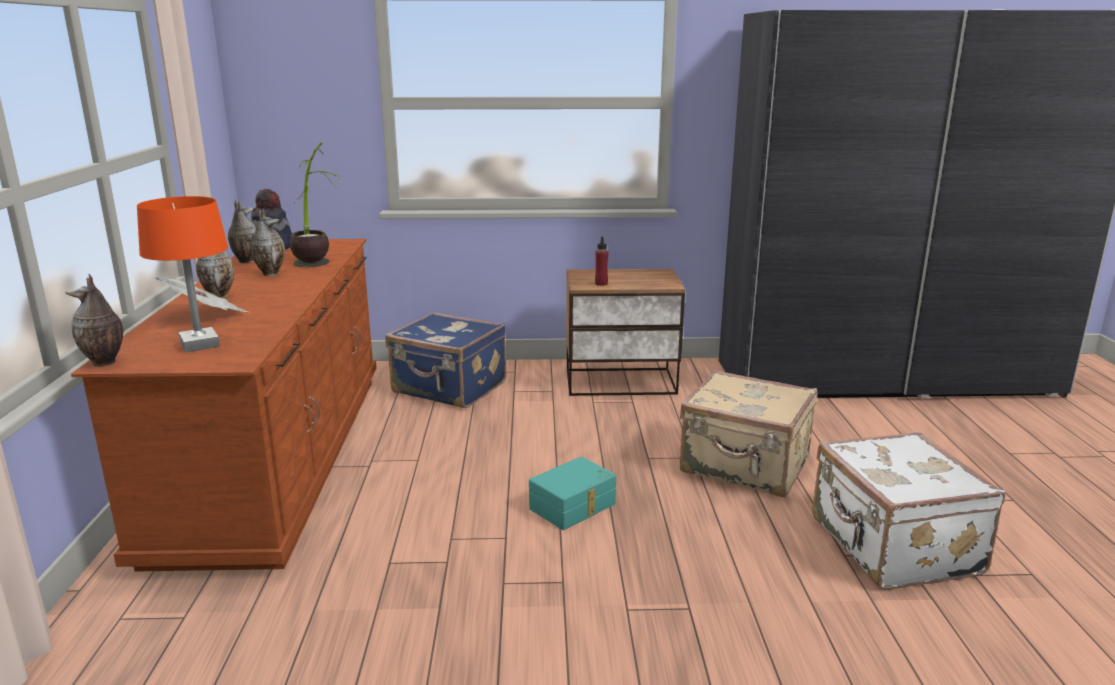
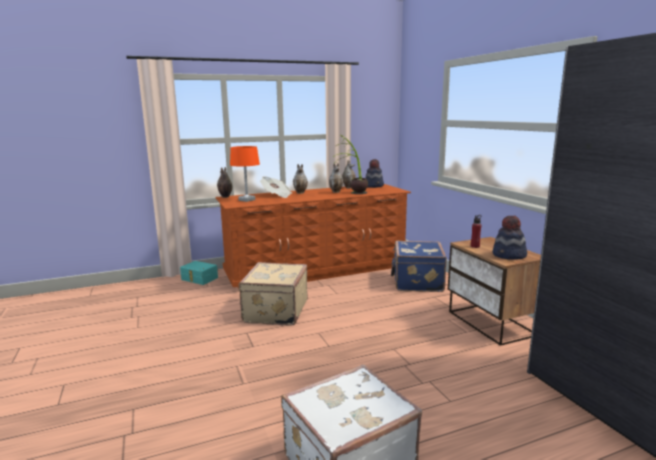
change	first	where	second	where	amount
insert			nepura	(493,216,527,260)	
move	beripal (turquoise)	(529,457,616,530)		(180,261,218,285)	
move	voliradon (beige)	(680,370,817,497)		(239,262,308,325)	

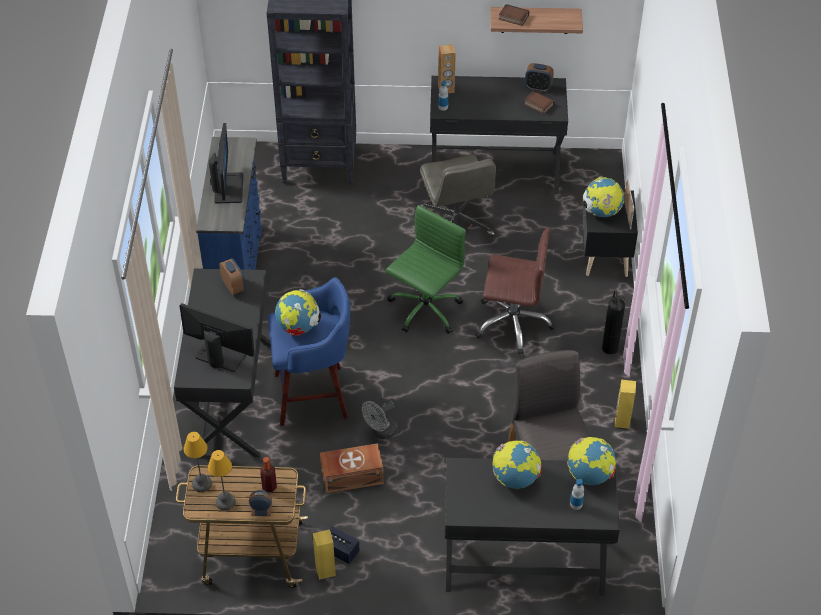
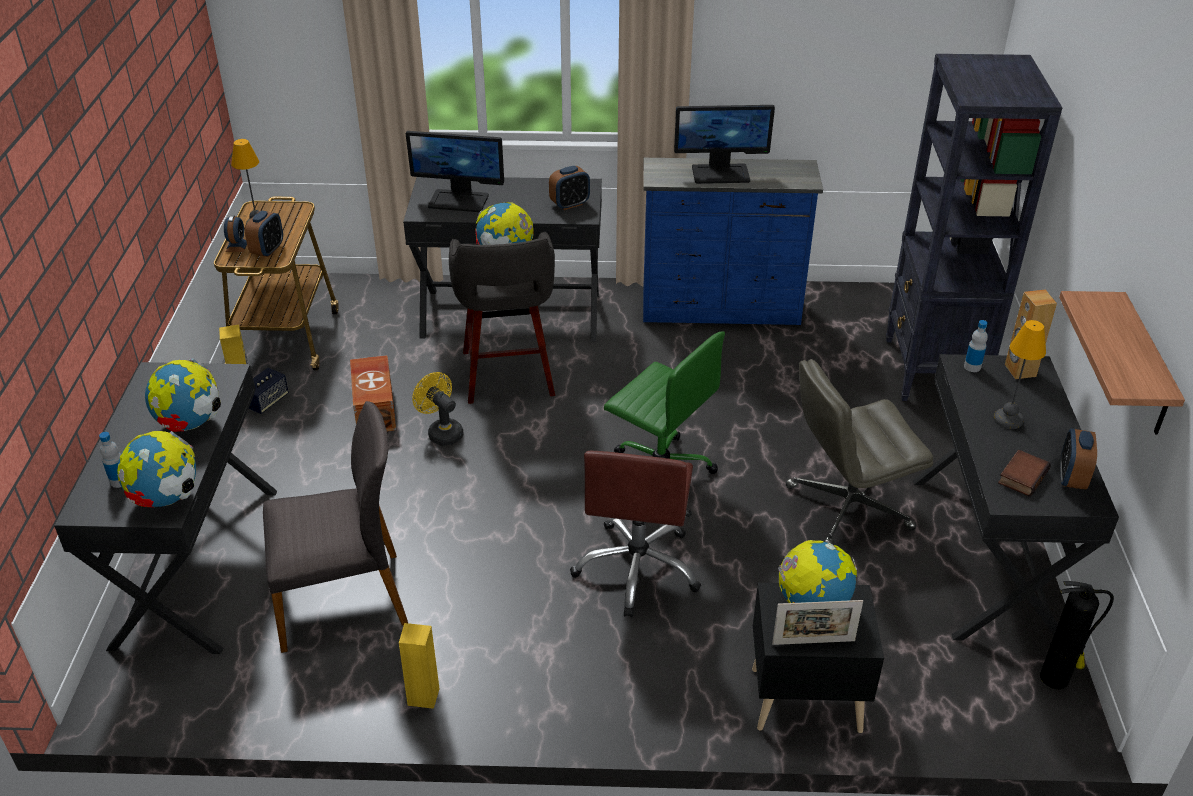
change	first	where	second	where	amount
delete	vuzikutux	(499,4,529,26)			
move	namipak	(184,432,212,492)		(993,320,1046,429)	
move	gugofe	(602,290,625,354)		(1040,581,1114,690)	
replace	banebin	(260,457,277,492)	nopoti	(245,211,283,257)	
recolor	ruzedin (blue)	(268,277,350,426)	ruzedin (grey)	(449,232,555,404)	
recolor	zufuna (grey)	(362,400,398,439)	zufuna (yellow)	(412,372,463,446)	
rotate	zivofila	(180,303,254,372)		(406,131,504,212)	75 degrees clockwise

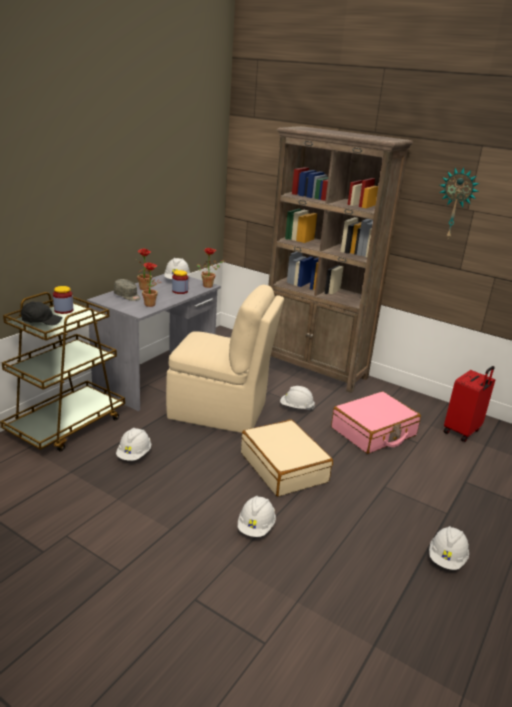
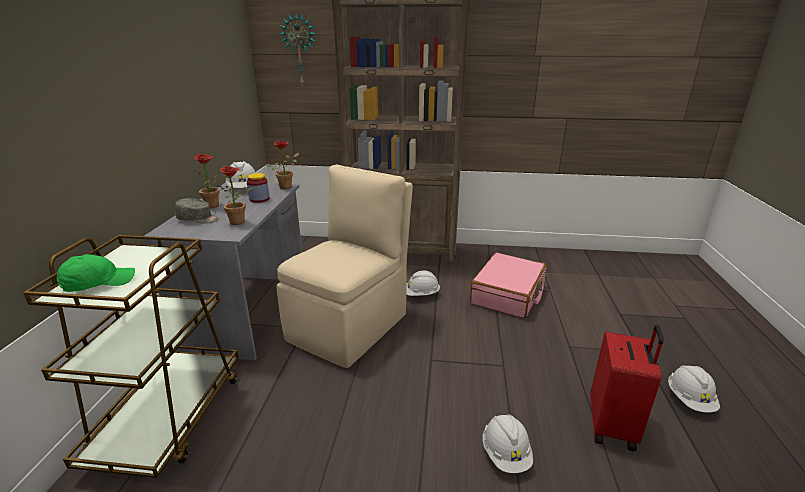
change	first	where	second	where	amount
delete	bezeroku	(53,286,73,314)			
delete	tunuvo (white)	(116,428,151,461)			
delete	voliradon (beige)	(241,420,333,496)			
move	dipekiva	(440,167,479,238)		(280,13,316,87)	
move	voliradon (red)	(443,366,495,442)		(590,325,664,451)	
recolor	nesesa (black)	(21,302,63,325)	nesesa (green)	(57,254,135,292)	
rotate	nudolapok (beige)	(166,285,284,433)		(276,165,413,368)	45 degrees counterclockwise

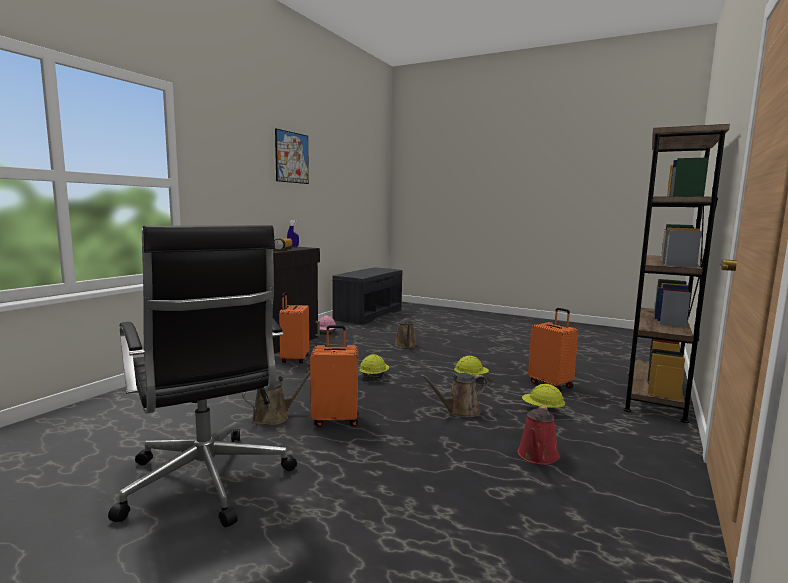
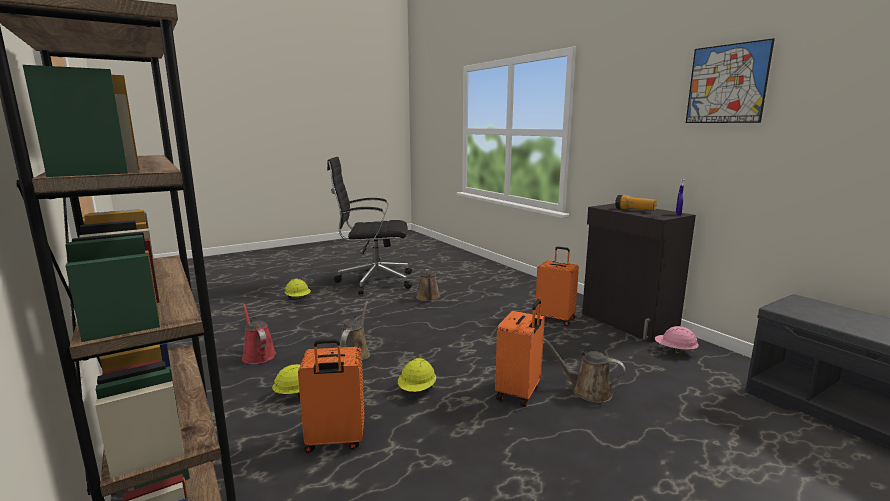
change	first	where	second	where	amount
move	voliradon (orange)	(310,325,359,427)		(495,299,545,407)	
move	tunuvo (yellow)	(359,354,389,378)		(285,279,311,299)	

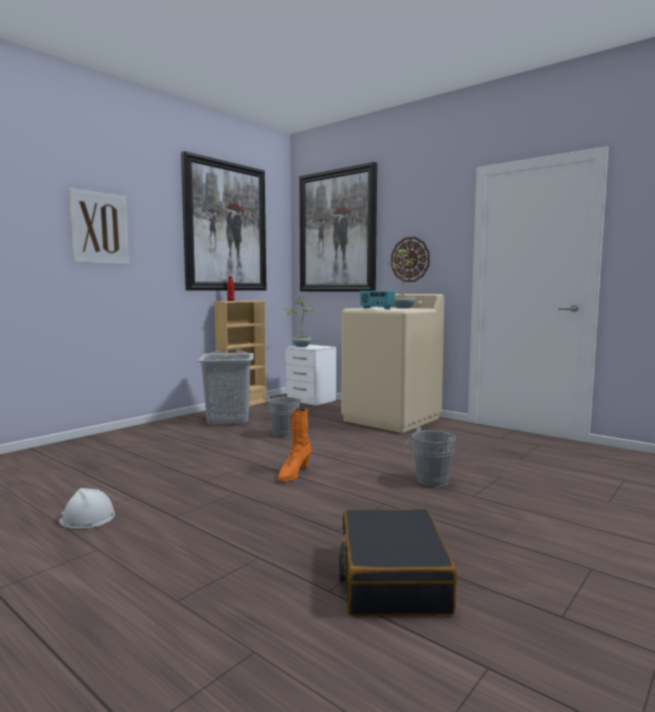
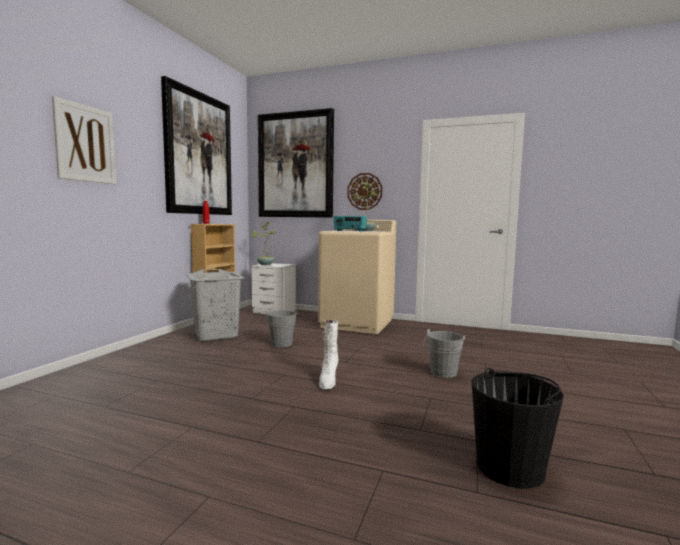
change	first	where	second	where	amount
delete	tunuvo (white)	(59,488,115,529)			
replace	voliradon (black)	(338,509,457,616)	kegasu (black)	(472,368,564,489)	
recolor	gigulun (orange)	(277,408,311,482)	gigulun (white)	(319,320,339,390)	

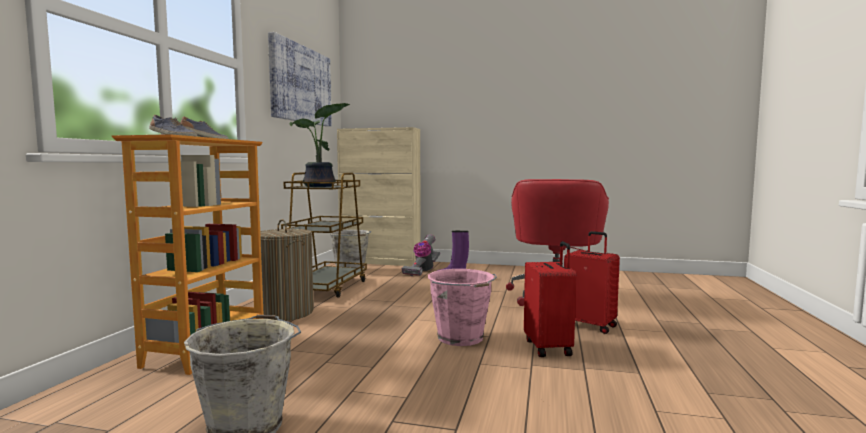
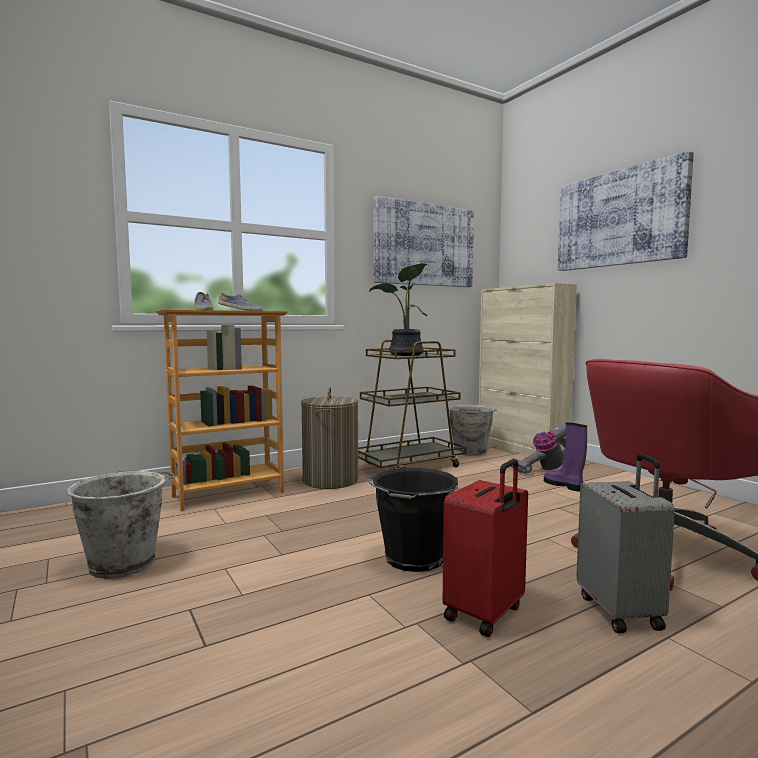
change	first	where	second	where	amount
insert			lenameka	(558,151,694,271)	
recolor	kegasu (pink)	(428,269,497,346)	kegasu (black)	(367,468,459,572)	
recolor	voliradon (red)	(564,231,620,334)	voliradon (grey)	(576,454,675,634)	

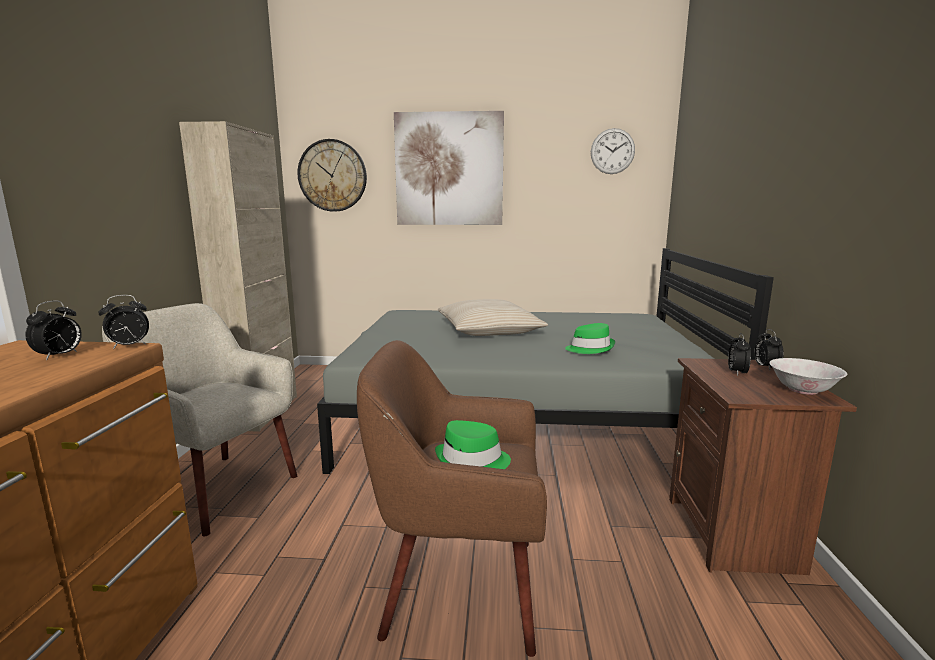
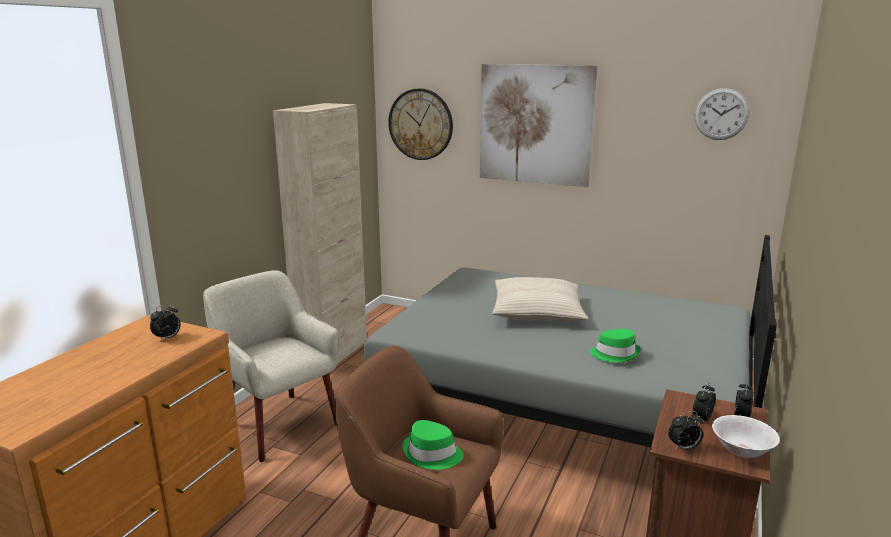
change	first	where	second	where	amount
move	nopoti	(98,295,149,349)		(668,411,704,451)	

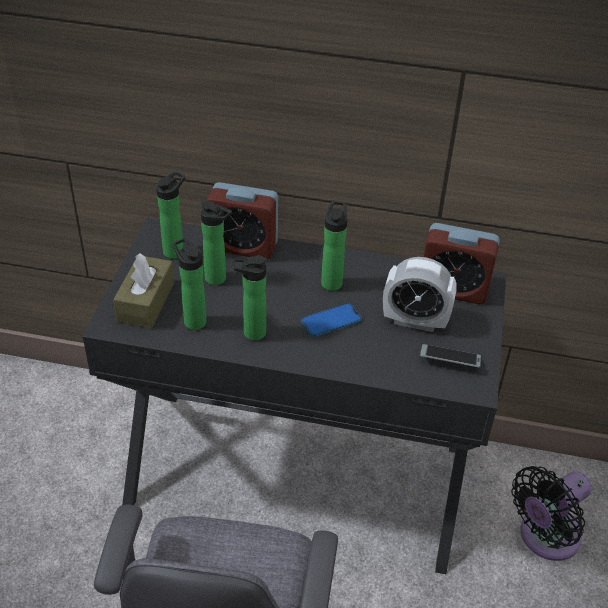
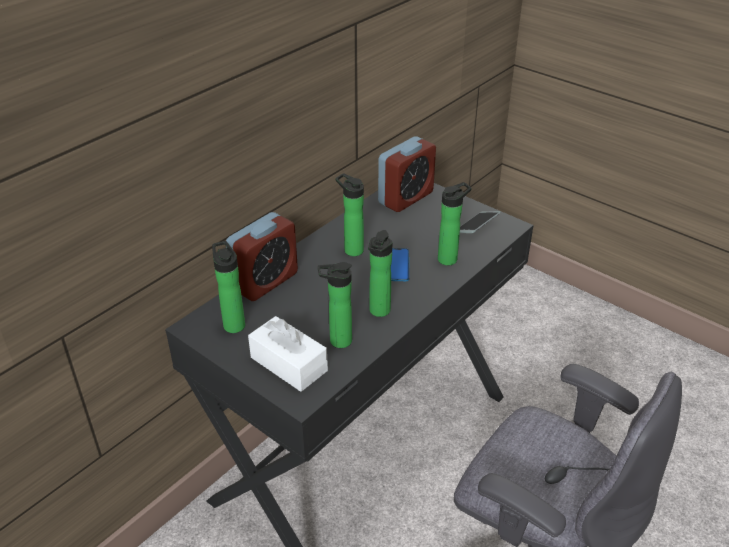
change	first	where	second	where	amount
delete	nopoti	(383,257,457,332)			
delete	zufuna (black)	(511,466,592,561)			
move	banebin	(201,201,232,285)		(438,182,472,266)	
recolor	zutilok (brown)	(113,253,174,328)	zutilok (white)	(248,316,328,392)	

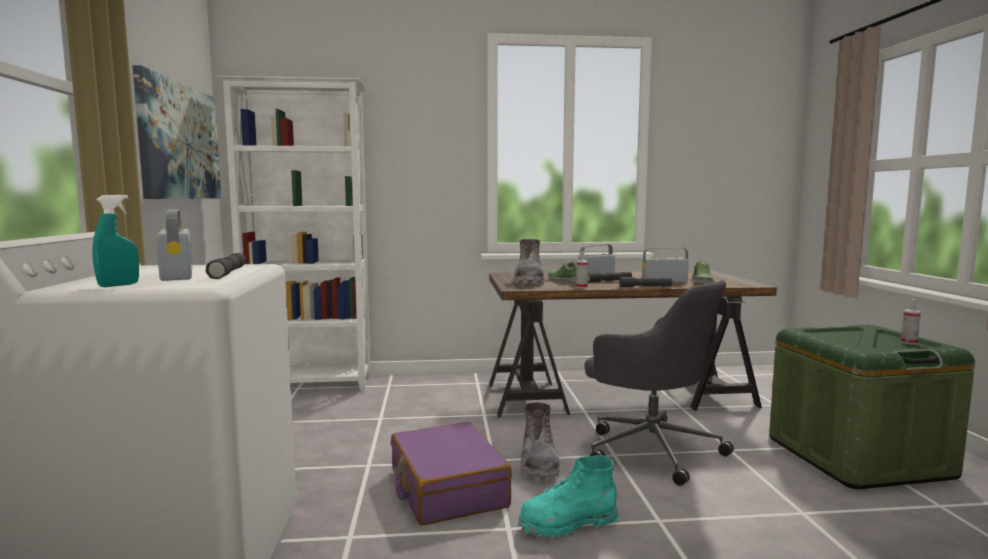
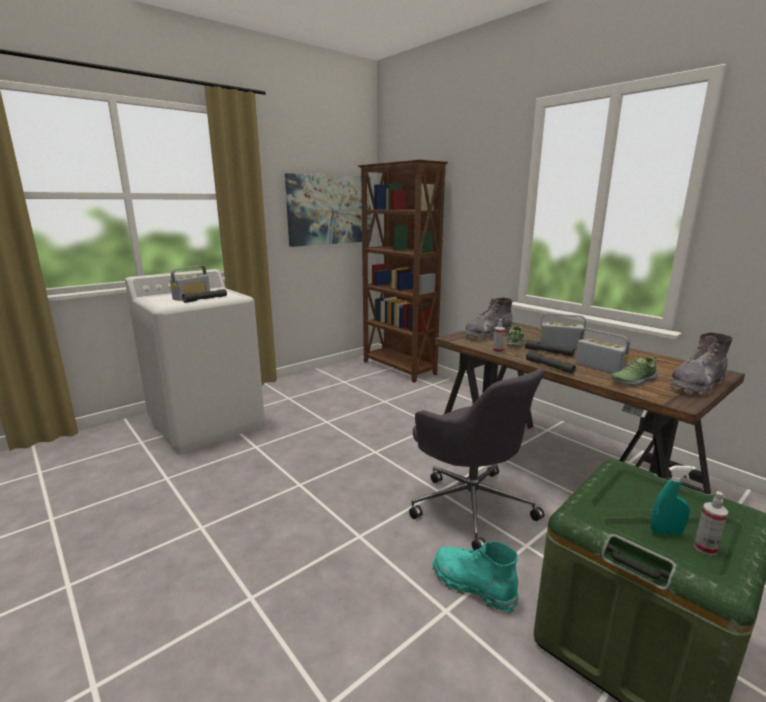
change	first	where	second	where	amount
delete	voliradon (purple)	(391,422,512,526)			
move	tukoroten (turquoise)	(93,195,139,287)		(651,466,696,535)	
move	gigulun (turquoise)	(518,455,619,540)		(433,541,519,614)	
move	gigulun (grey)	(521,402,560,481)		(670,332,733,395)	
recolor	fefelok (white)	(216,76,371,391)	fefelok (brown)	(357,159,448,383)	
rotate	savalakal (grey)	(585,280,734,486)		(409,368,544,551)	45 degrees counterclockwise

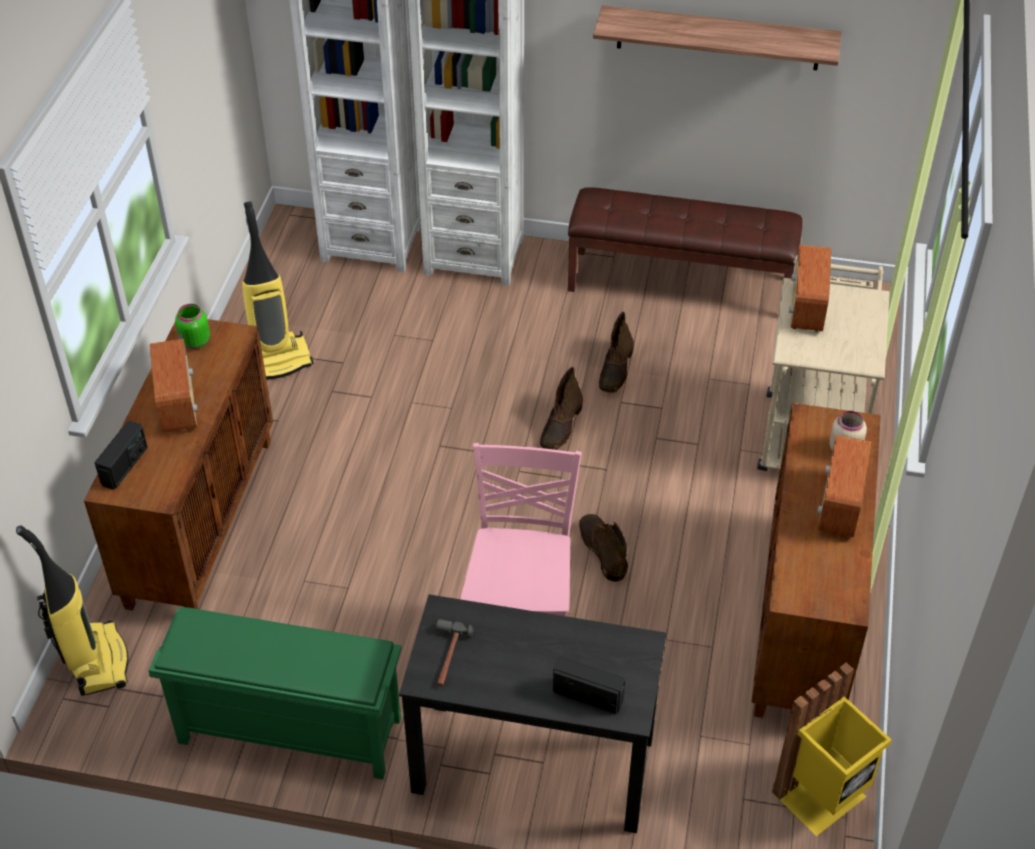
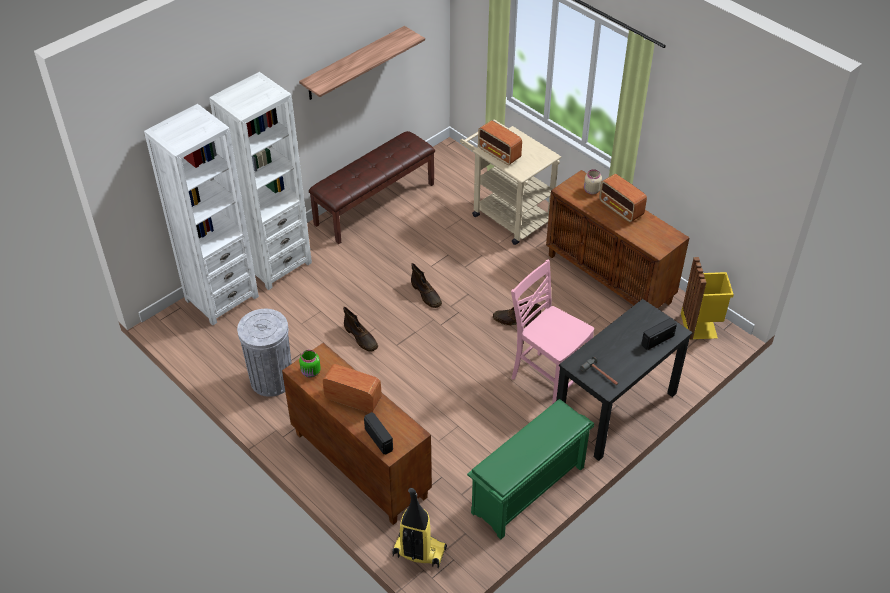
change	first	where	second	where	amount
move	gigulun (brown)	(599,312,634,393)		(343,307,378,352)	
replace	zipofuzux	(242,201,314,379)	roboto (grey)	(237,309,292,397)	

